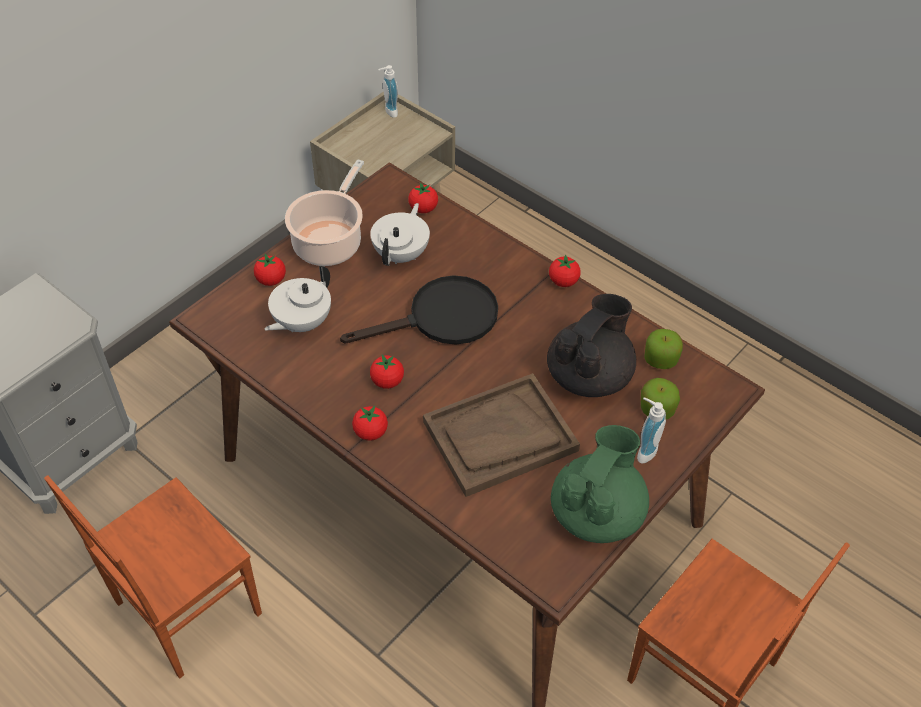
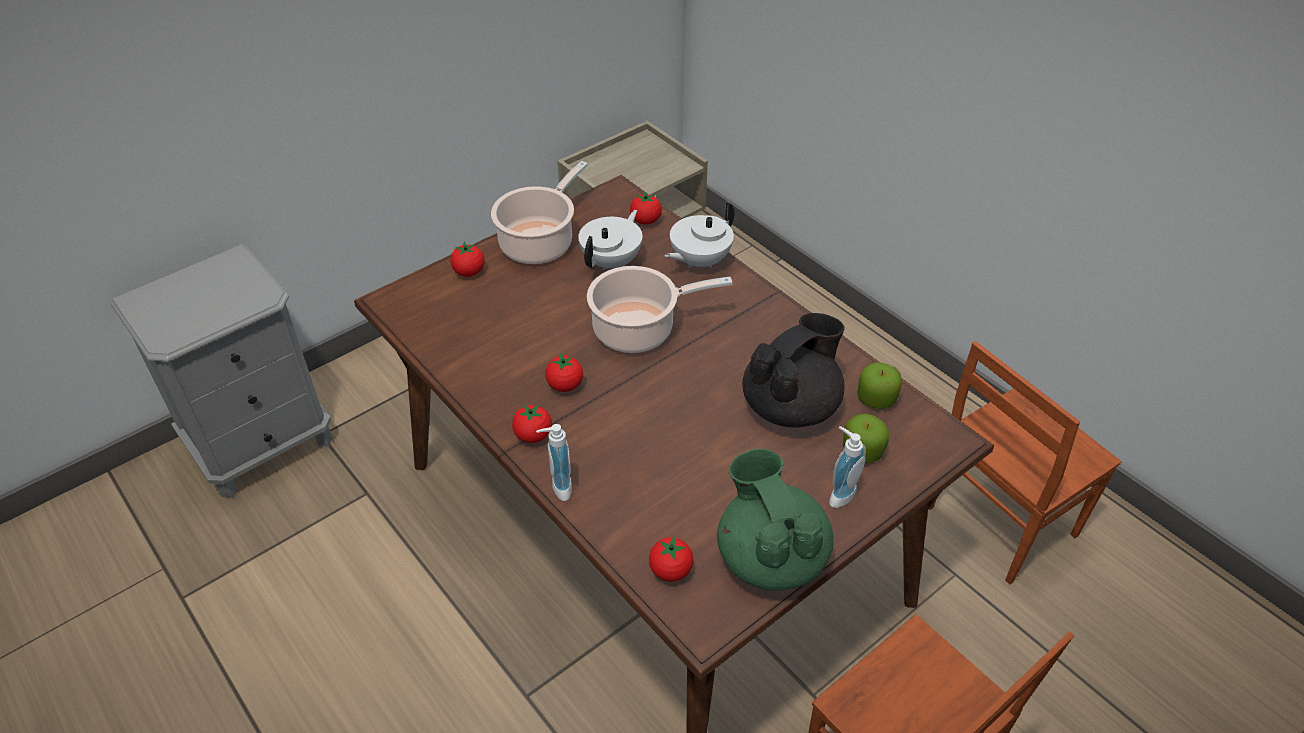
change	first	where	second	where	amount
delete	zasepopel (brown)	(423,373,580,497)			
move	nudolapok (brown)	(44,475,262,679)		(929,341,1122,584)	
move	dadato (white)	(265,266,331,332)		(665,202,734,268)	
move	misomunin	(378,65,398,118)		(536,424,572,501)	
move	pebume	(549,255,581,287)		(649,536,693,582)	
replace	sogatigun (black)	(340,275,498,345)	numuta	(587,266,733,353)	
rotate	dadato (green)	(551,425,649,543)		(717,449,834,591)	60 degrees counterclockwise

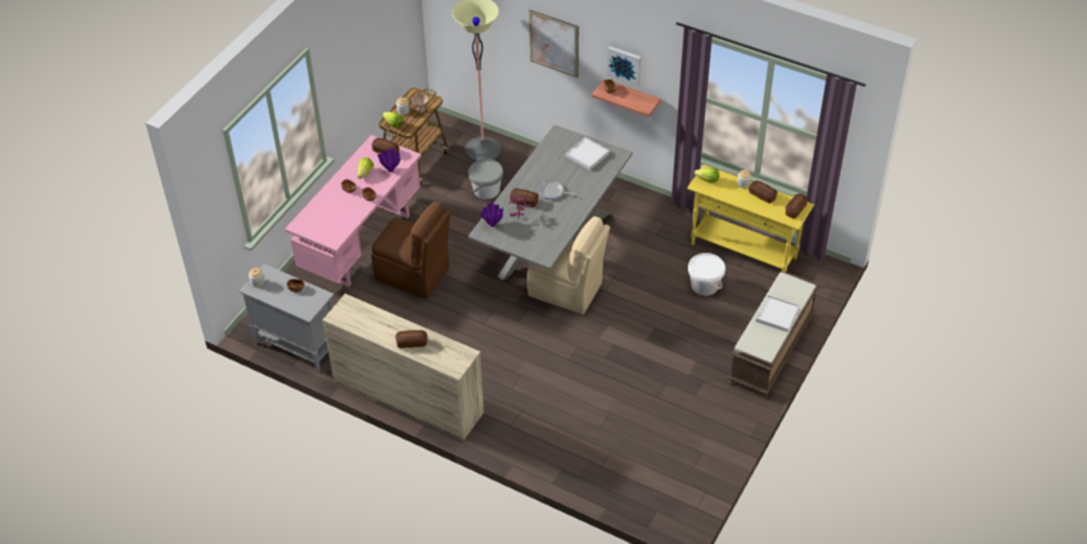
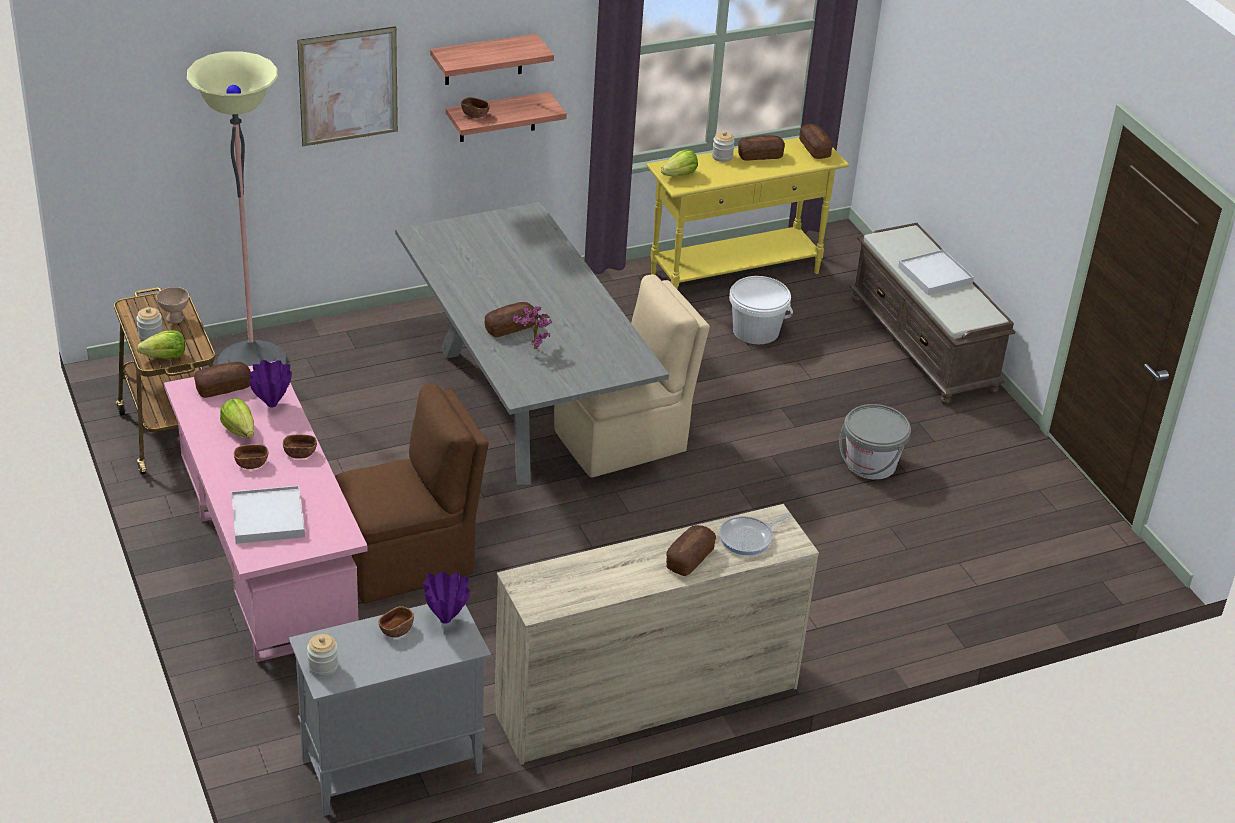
change	first	where	second	where	amount
move	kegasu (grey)	(468,159,503,199)		(839,404,911,480)	
move	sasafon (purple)	(480,202,503,227)		(423,571,470,624)	
move	sogatigun	(538,180,575,199)		(719,514,791,555)	
move	zasepopel (white)	(565,137,609,170)		(231,486,305,544)	
replace	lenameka	(607,46,641,86)	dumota	(430,34,554,85)	

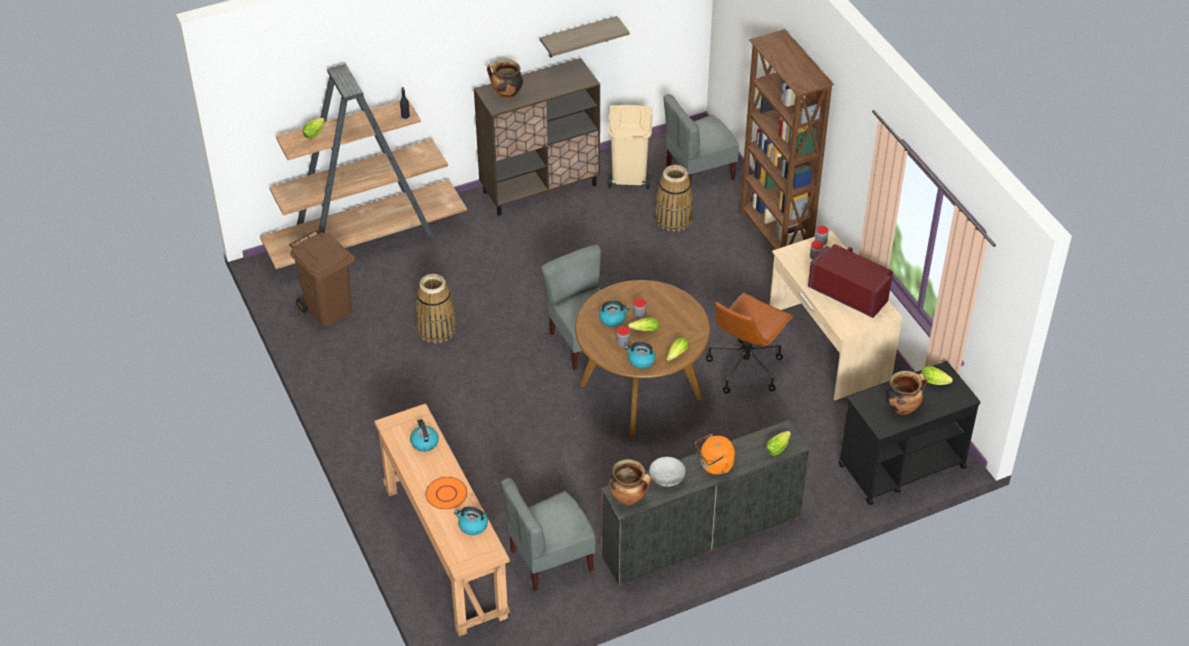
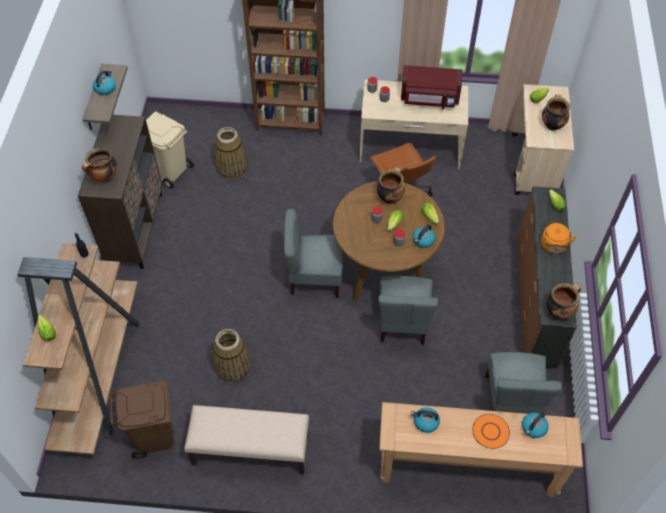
change	first	where	second	where	amount
delete	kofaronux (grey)	(649,457,686,487)			
insert			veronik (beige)	(184,405,309,475)	
insert			numuta	(376,167,405,204)	
move	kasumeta	(599,300,630,327)		(93,70,116,95)	
move	nudolapok (grey)	(663,94,739,182)		(379,276,438,345)	
recolor	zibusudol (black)	(839,361,980,505)	zibusudol (beige)	(512,84,574,195)	
rotate	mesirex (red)	(808,244,893,318)		(401,65,462,109)	150 degrees counterclockwise

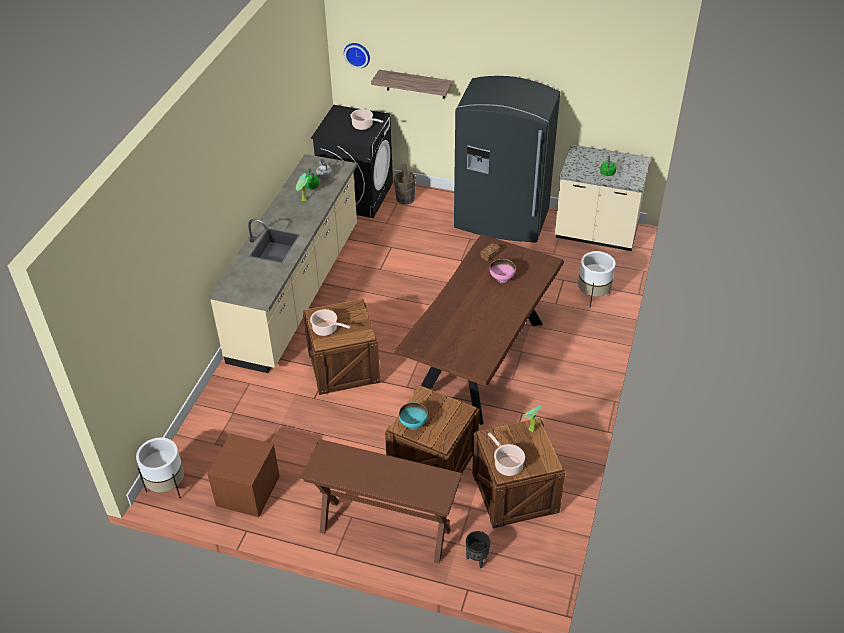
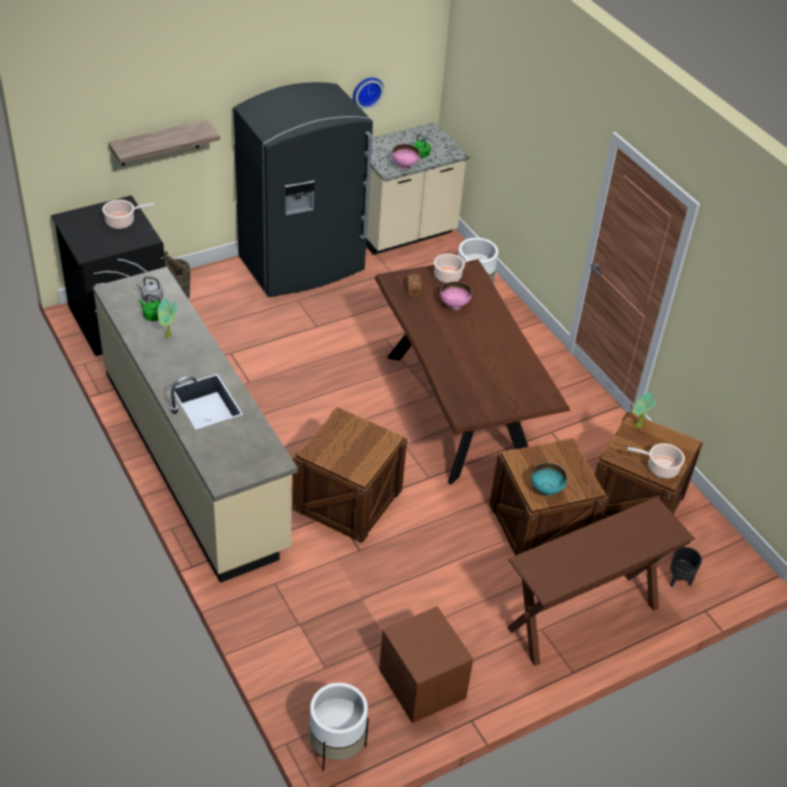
change	first	where	second	where	amount
insert			kofaronux (pink)	(392,144,420,170)	
move	numuta	(310,309,351,336)		(434,254,482,283)	
move	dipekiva	(344,43,370,68)		(353,77,384,109)	

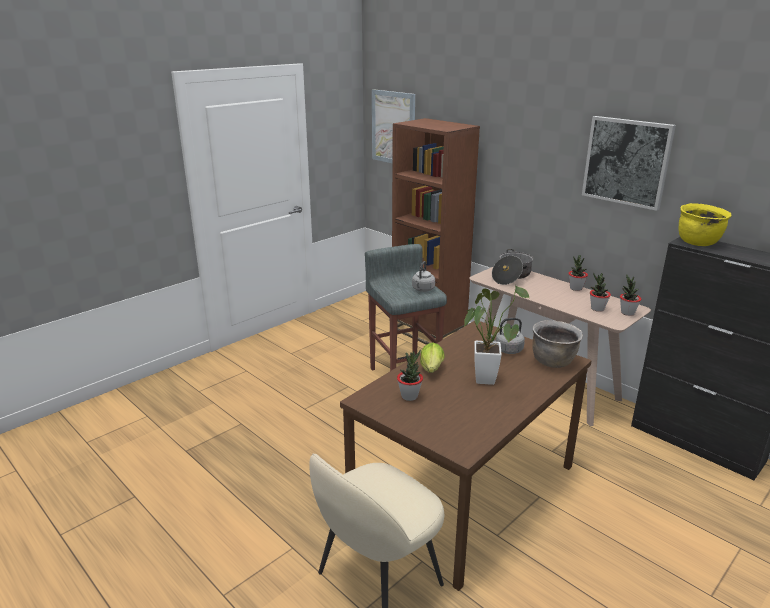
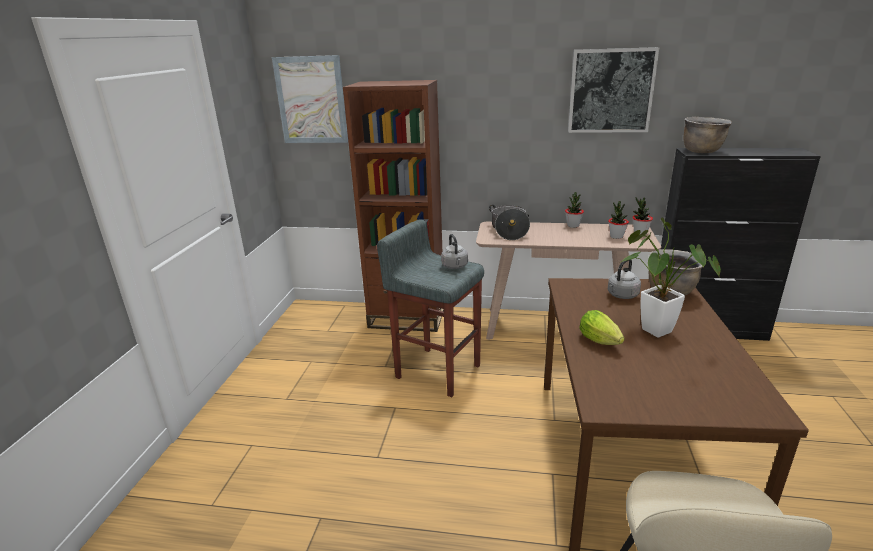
change	first	where	second	where	amount
delete	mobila	(397,350,423,401)			
recolor	numuta (yellow)	(679,203,732,246)	numuta (brown)	(683,117,732,153)	

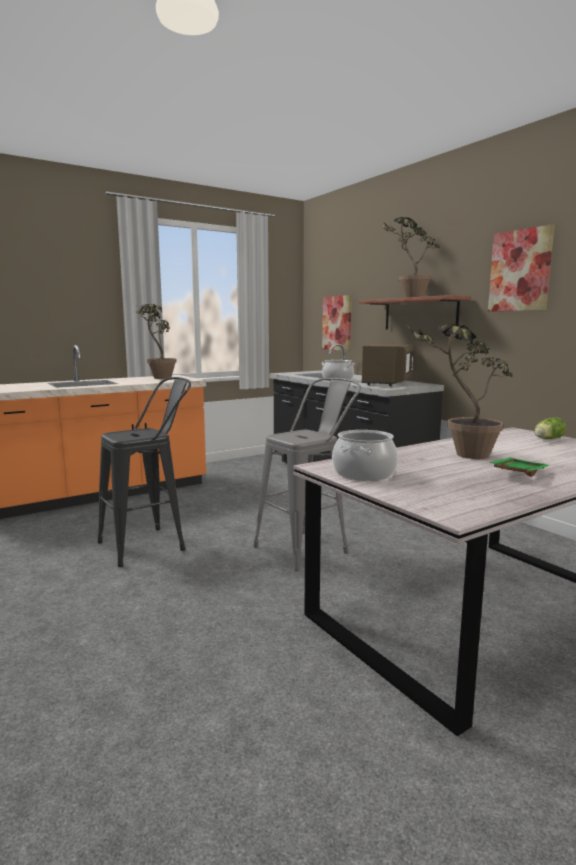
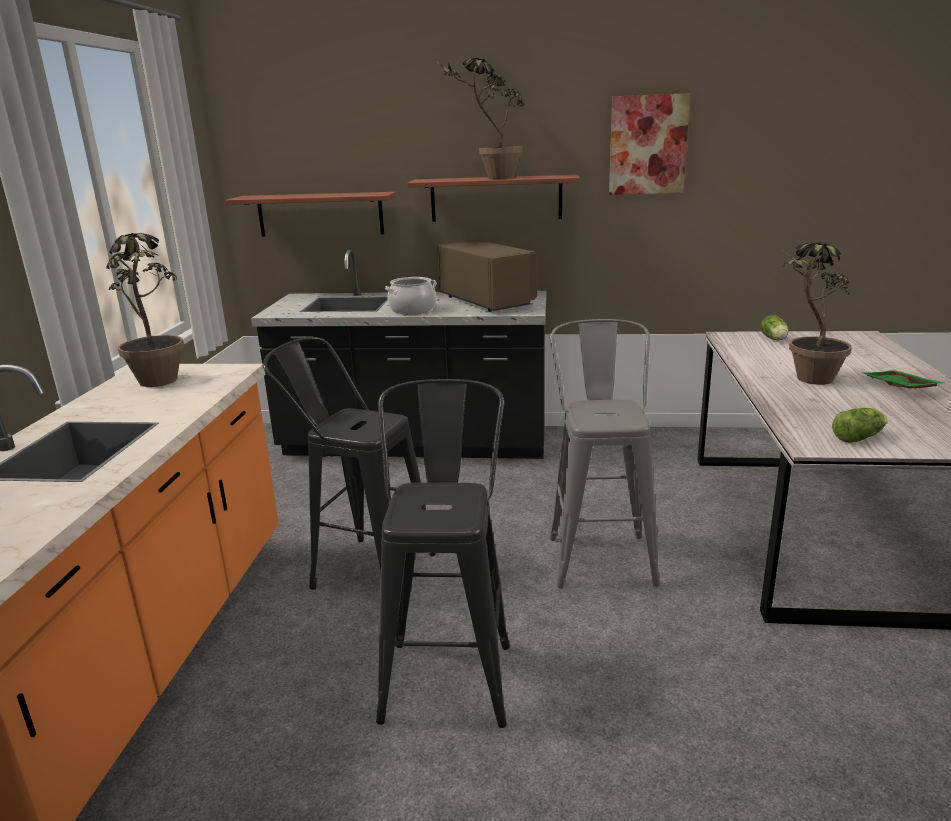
change	first	where	second	where	amount
insert			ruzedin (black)	(263,337,436,590)	
replace	lenameka	(322,295,352,351)	dumota	(225,192,396,237)	
replace	numuta	(332,430,398,481)	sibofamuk	(832,408,887,443)	

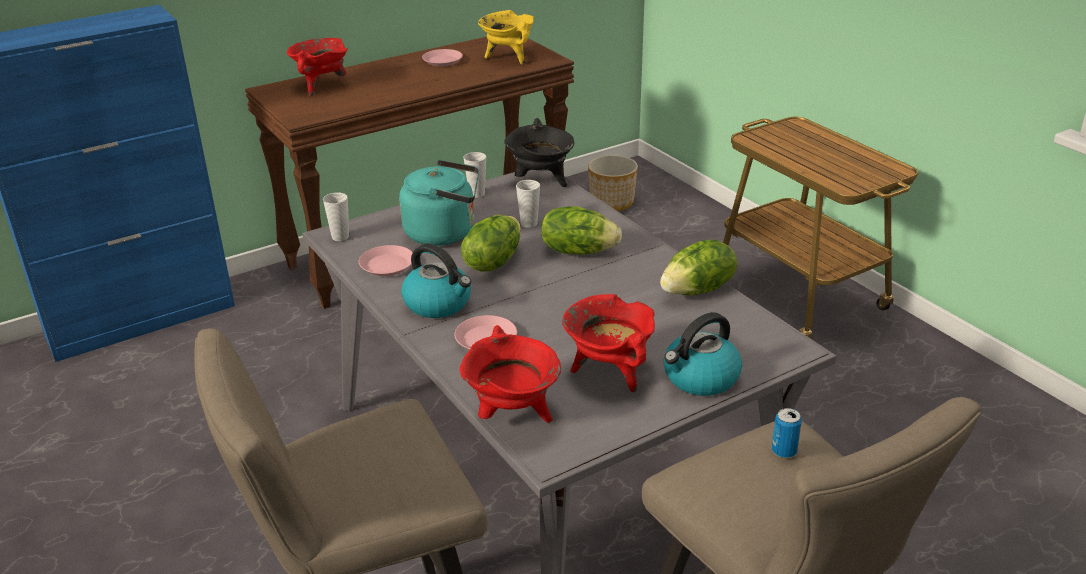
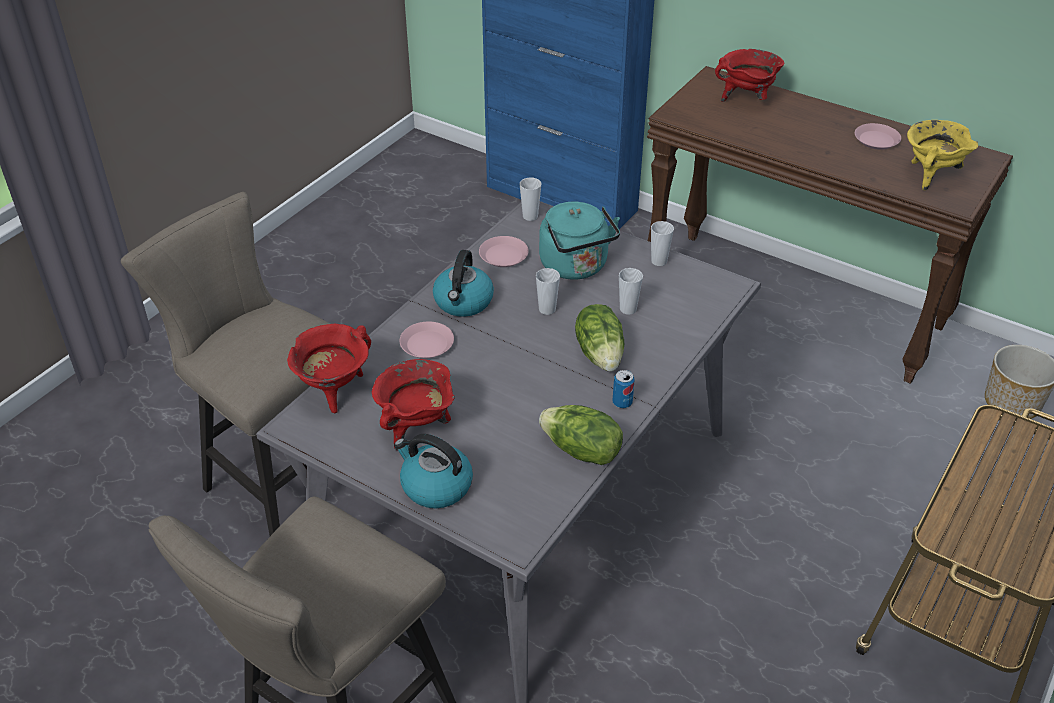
change	first	where	second	where	amount
delete	numuta (black)	(504,118,574,187)			
move	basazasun	(772,408,802,458)		(612,370,635,408)	
replace	sibofamuk	(461,215,521,272)	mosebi	(536,268,560,315)	

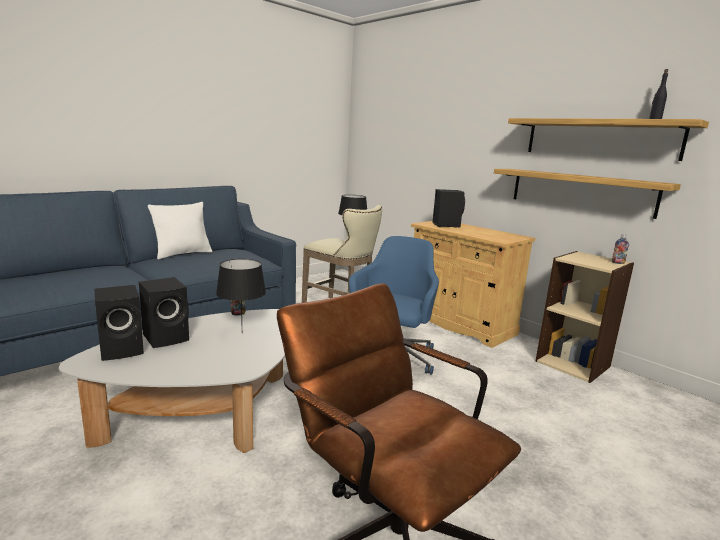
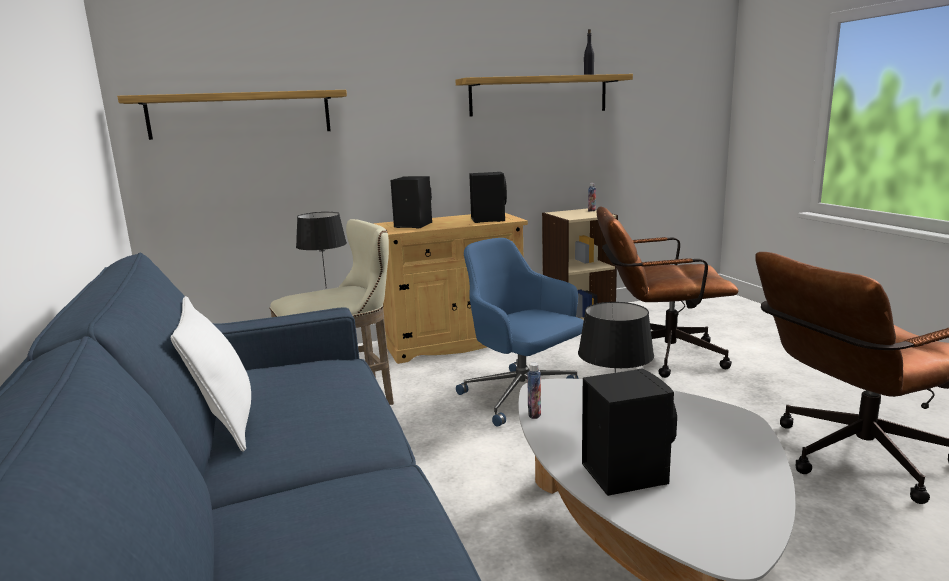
change	first	where	second	where	amount
insert			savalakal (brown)	(597,207,738,378)	
move	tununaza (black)	(94,285,144,361)		(469,172,507,223)	
move	dumota	(494,169,681,219)		(117,90,347,140)	

